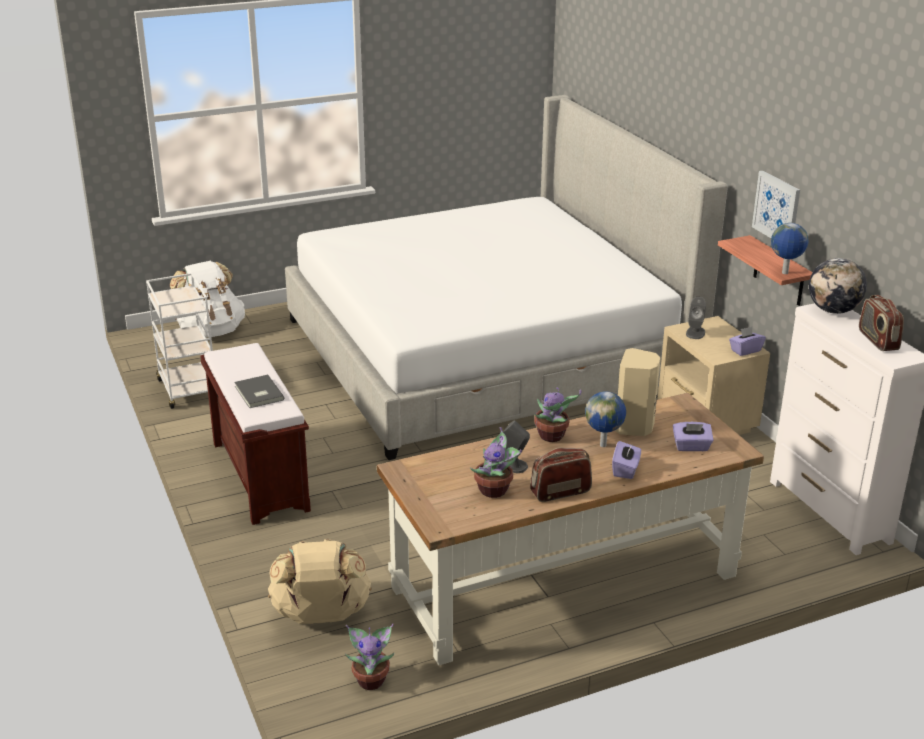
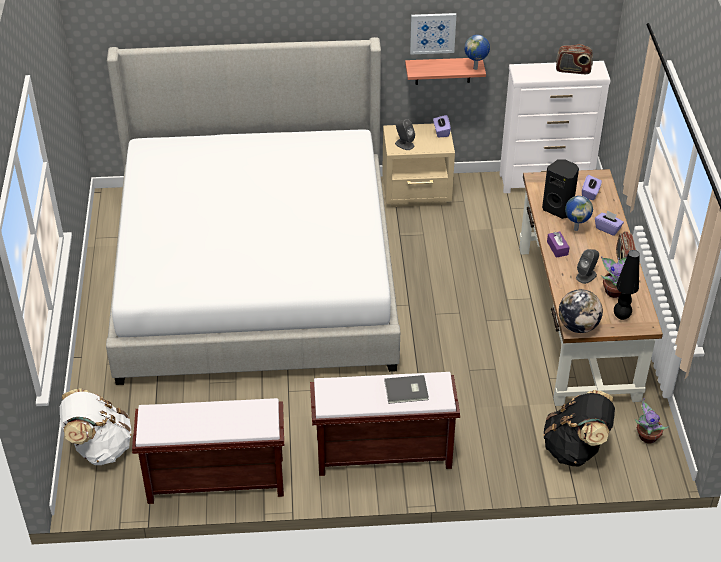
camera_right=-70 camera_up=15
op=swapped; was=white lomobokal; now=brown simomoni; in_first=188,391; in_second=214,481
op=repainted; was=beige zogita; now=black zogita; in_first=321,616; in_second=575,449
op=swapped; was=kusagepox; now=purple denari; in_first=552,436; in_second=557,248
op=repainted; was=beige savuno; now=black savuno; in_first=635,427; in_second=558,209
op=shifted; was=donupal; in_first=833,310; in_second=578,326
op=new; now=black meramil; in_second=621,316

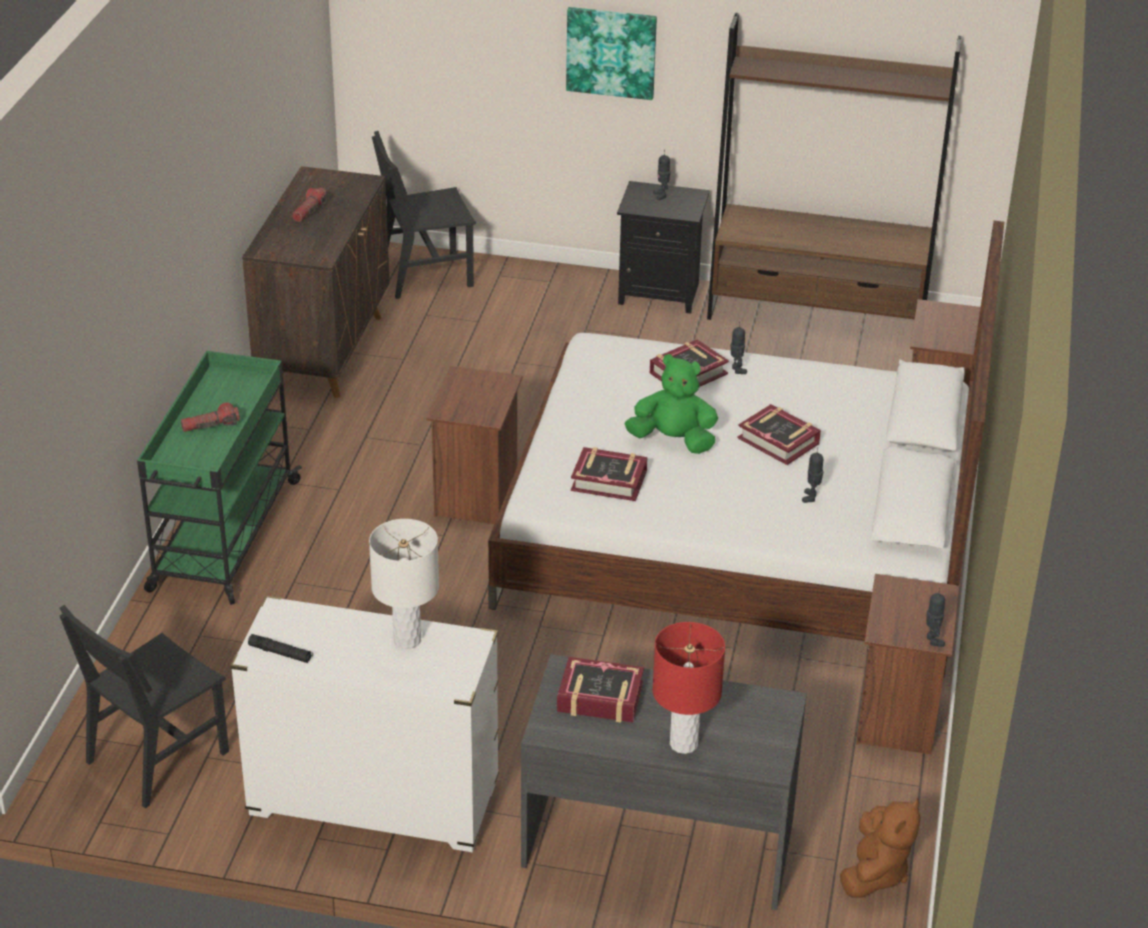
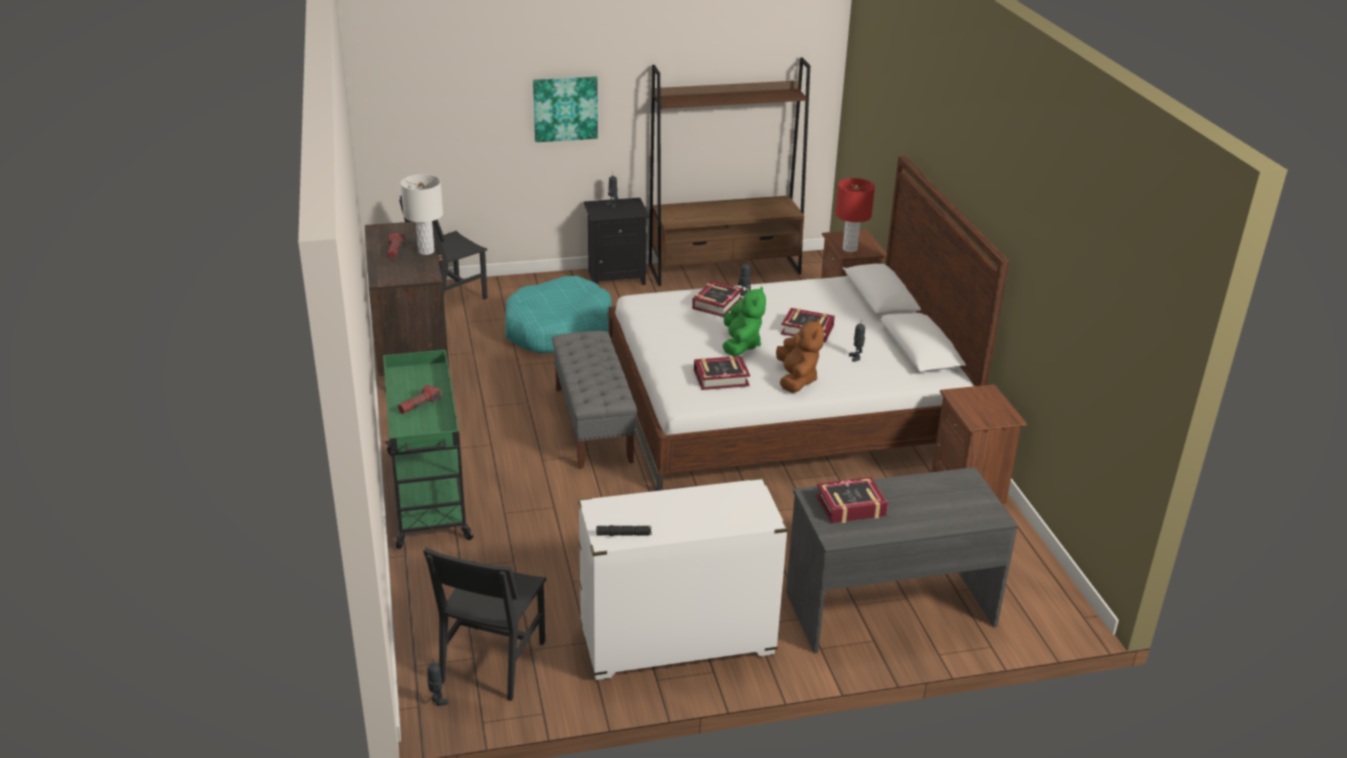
camera_right=-25 camera_up=-5
op=shifted; was=white meramil; in_first=407,640; in_second=426,251
op=swapped; was=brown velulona; now=grey simomoni; in_first=478,496; in_second=593,425
op=rotated; was=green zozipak; in_first=673,441; in_second=740,345; clockwise=105
op=shifted; was=red meramil; in_first=683,743; in_second=849,249
op=shifted; was=brown zozipak; in_first=875,873; in_second=796,380
op=shifted; was=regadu; in_first=932,640; in_second=437,701
op=new; now=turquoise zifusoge; in_second=557,330

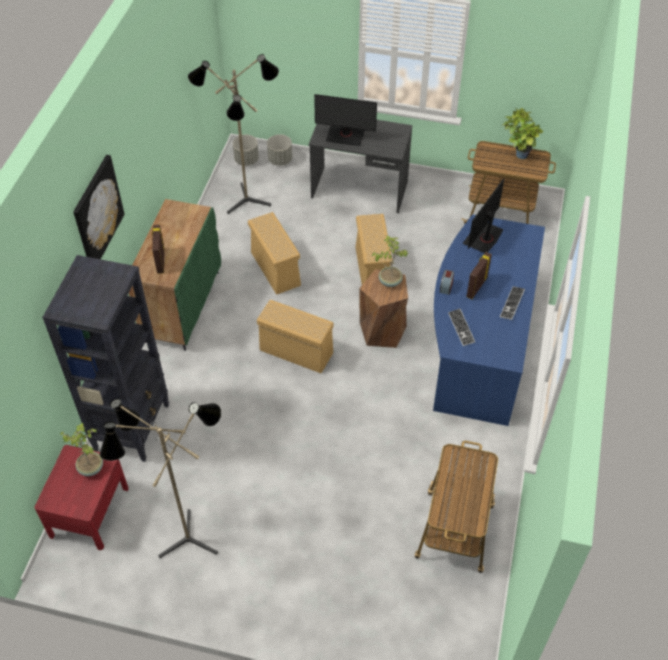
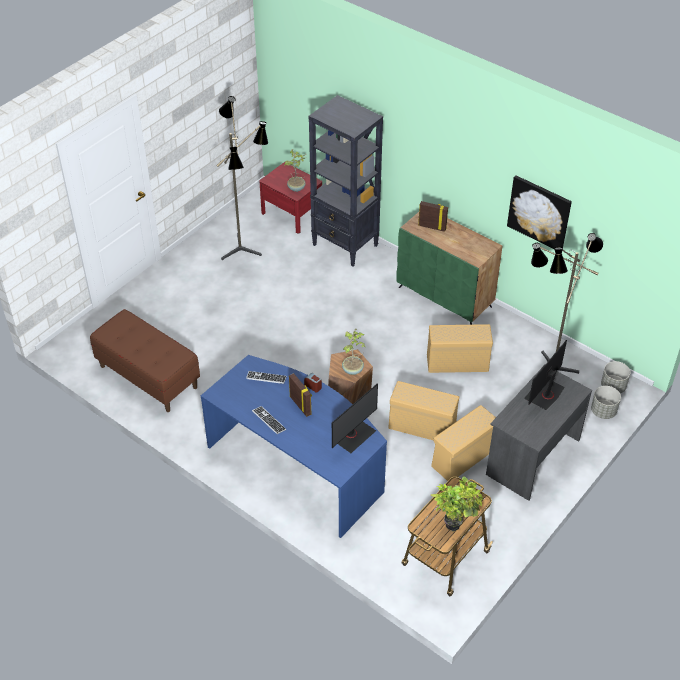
camera_right=115 camera_up=-5
op=shifted; was=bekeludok; in_first=97,212; in_second=539,212
op=shifted; was=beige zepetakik; in_first=295,351; in_second=464,457
op=swapped; was=lomobokal; now=brown simomoni; in_first=454,533; in_second=148,377
op=rotated; was=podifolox; in_first=483,237; in_second=353,435; clockwise=75

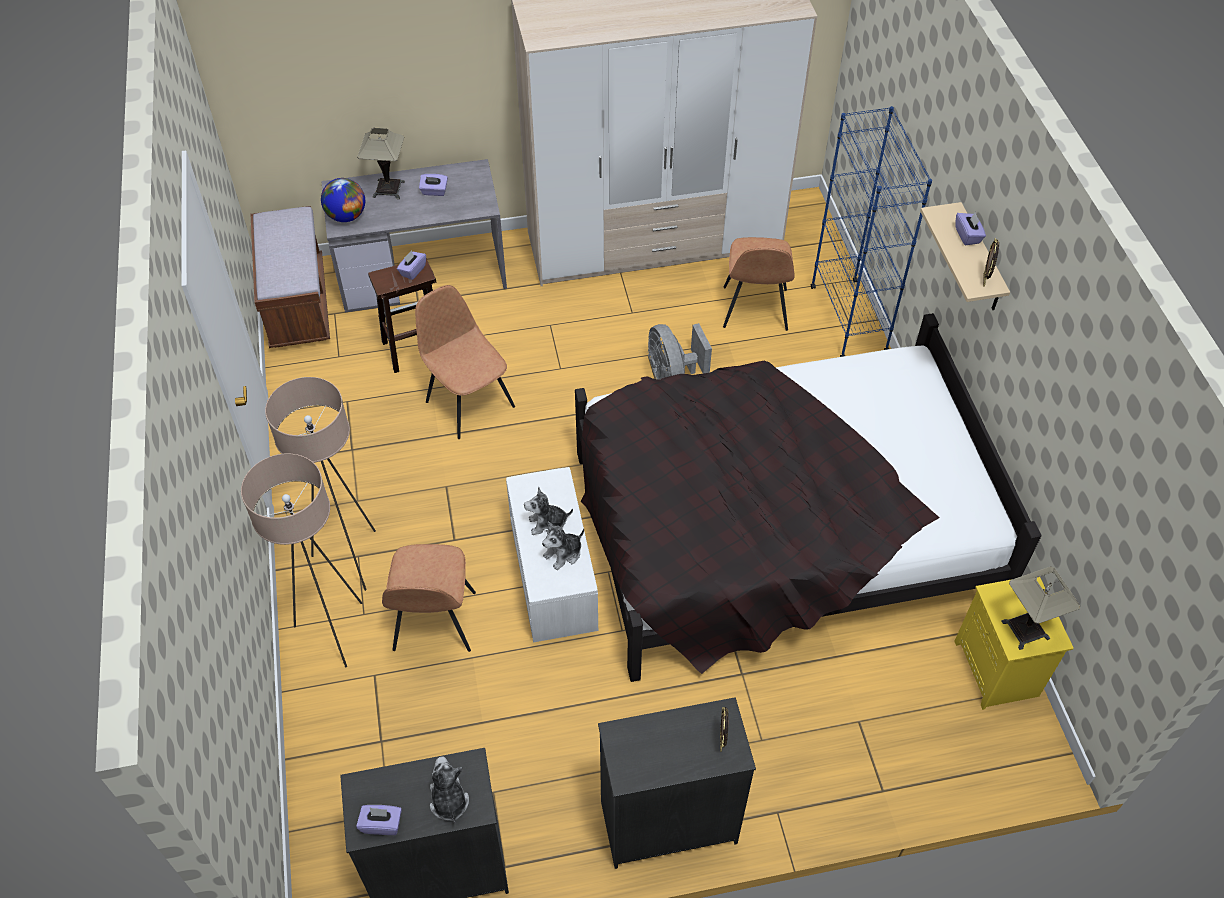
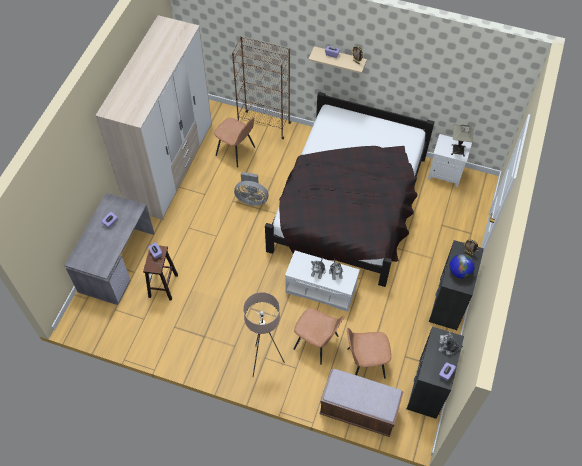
camera_right=-60 camera_up=5
op=gone; was=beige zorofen; in_first=334,632
op=shifted; was=brown simomoni; in_first=297,304; in_second=358,411
op=shifted; was=donupal; in_first=346,216; in_second=459,272
op=gone; was=meramil; in_first=388,189
op=shifted; was=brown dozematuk; in_first=469,402; in_second=364,363
op=repainted; was=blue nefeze; now=brown nefeze; in_first=848,318; in_second=264,124
op=repainted; was=yellow velulona; now=white velulona; in_first=998,670; in_second=445,174

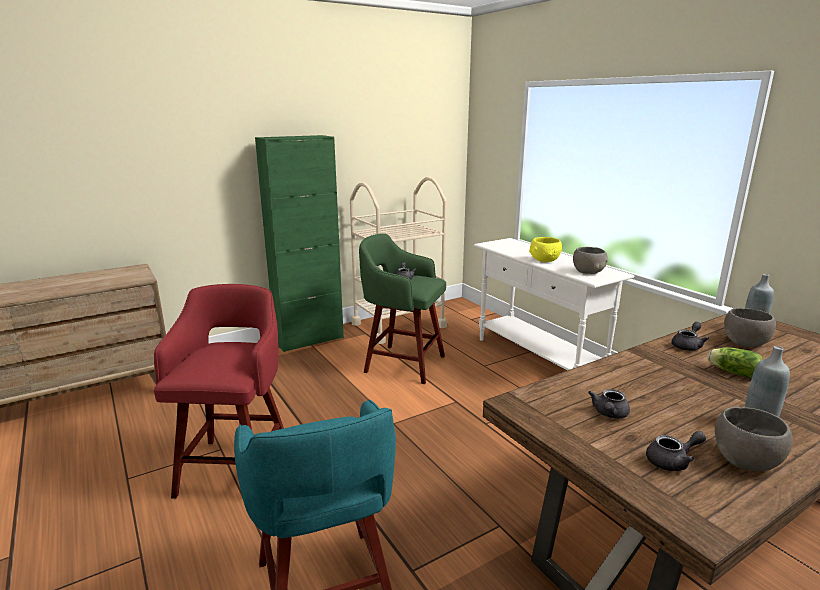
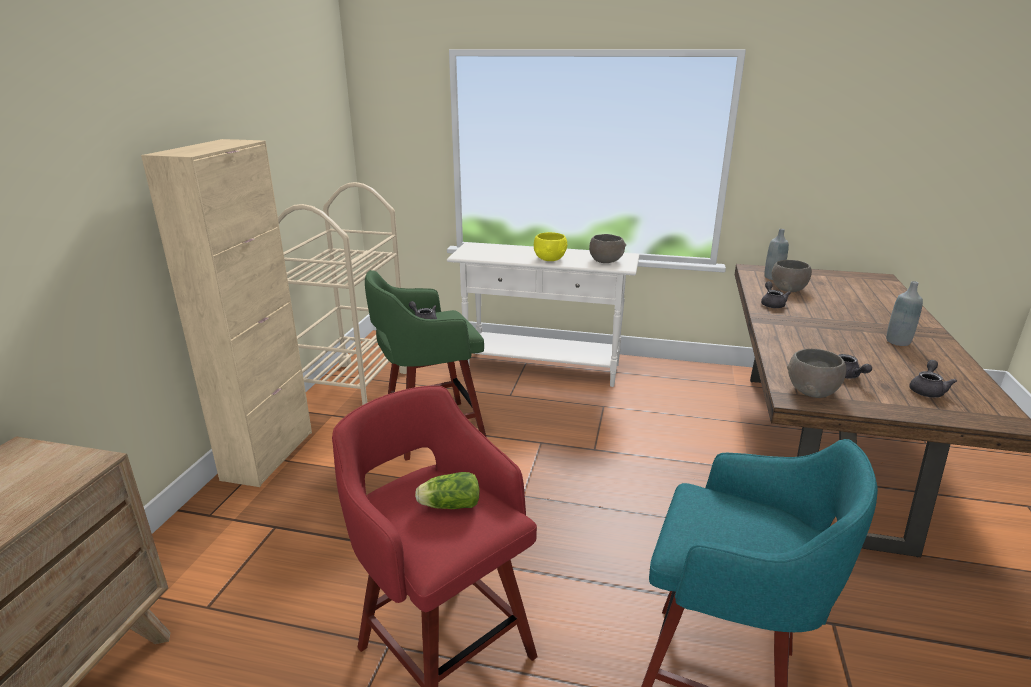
camera_right=-45 camera_up=5
op=repainted; was=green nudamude; now=beige nudamude; in_first=309,340; in_second=268,455
op=shifted; was=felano; in_first=731,372; in_second=448,505
op=shifted; was=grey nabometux; in_first=745,459; in_second=811,390

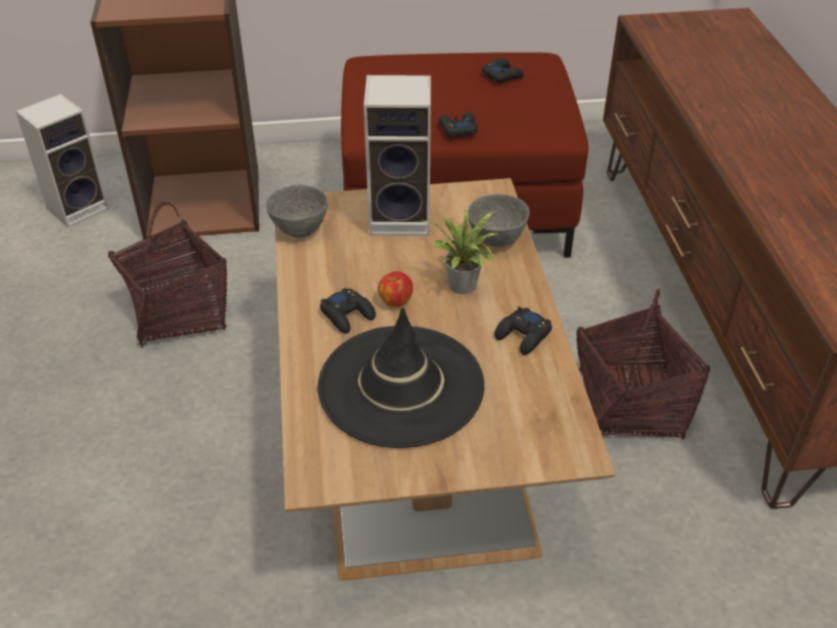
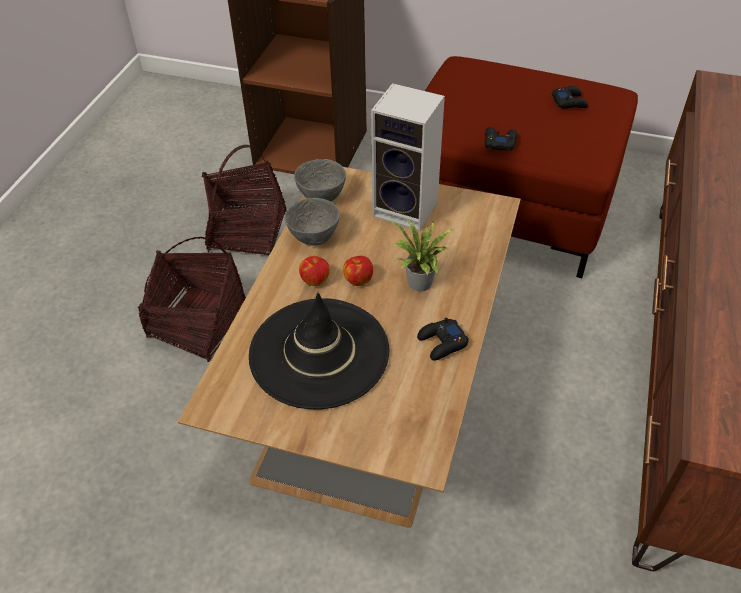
camera_right=25 camera_up=5
op=gone; was=savuno; in_first=79,207
op=swapped; was=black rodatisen; now=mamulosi; in_first=348,315; in_second=315,280
op=shifted; was=grey nabometux; in_first=497,241; in_second=314,239
op=shifted; was=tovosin; in_first=629,405; in_second=197,324

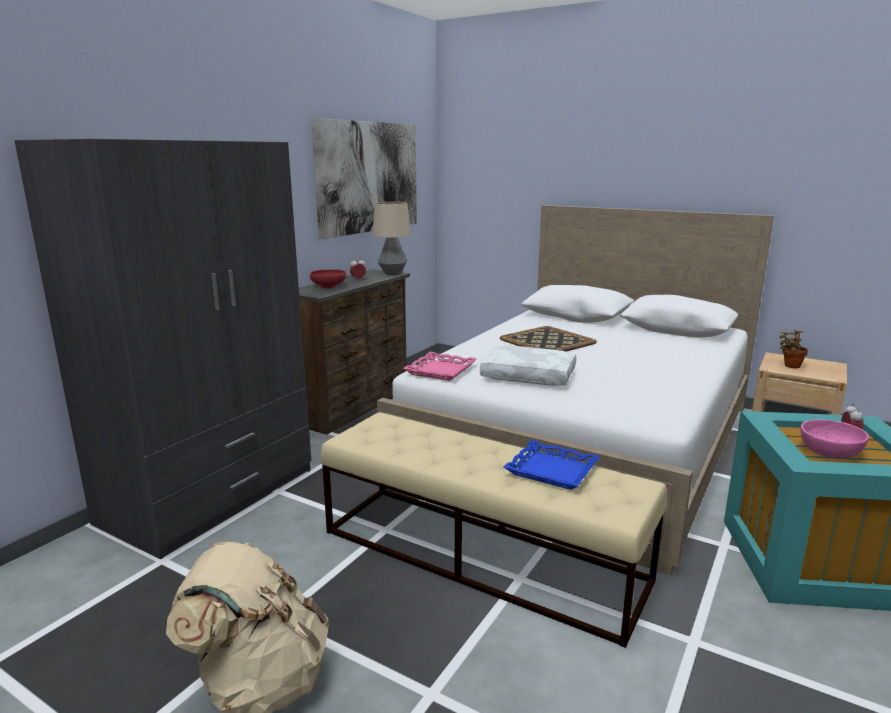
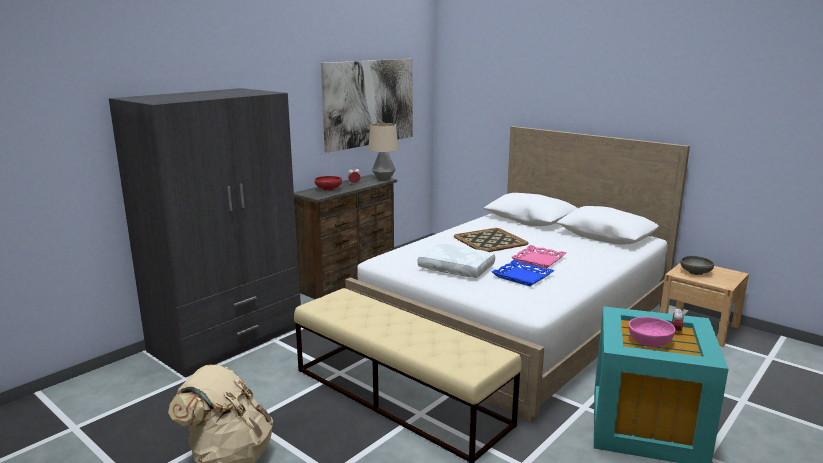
camera_right=10 camera_up=0
op=shifted; was=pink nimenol; in_first=440,370; in_second=538,260
op=shifted; was=blue nimenol; in_first=551,471; in_second=522,277
op=swapped; was=kusagepox; now=grey nabometux; in_first=790,366; in_second=695,272

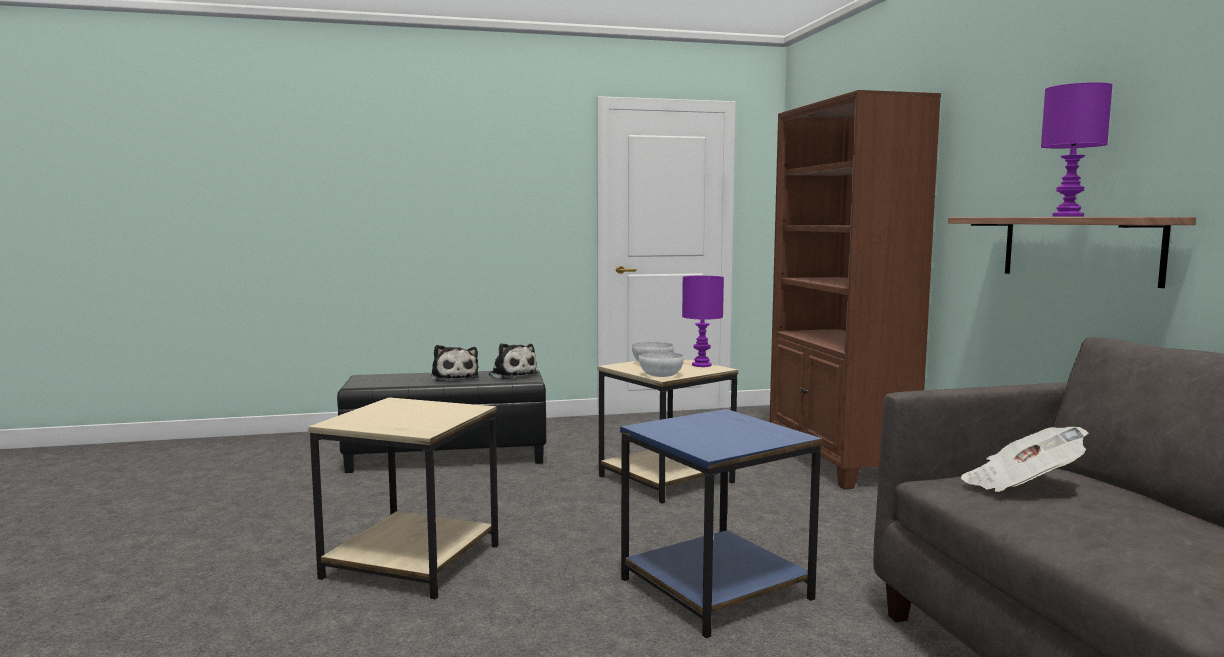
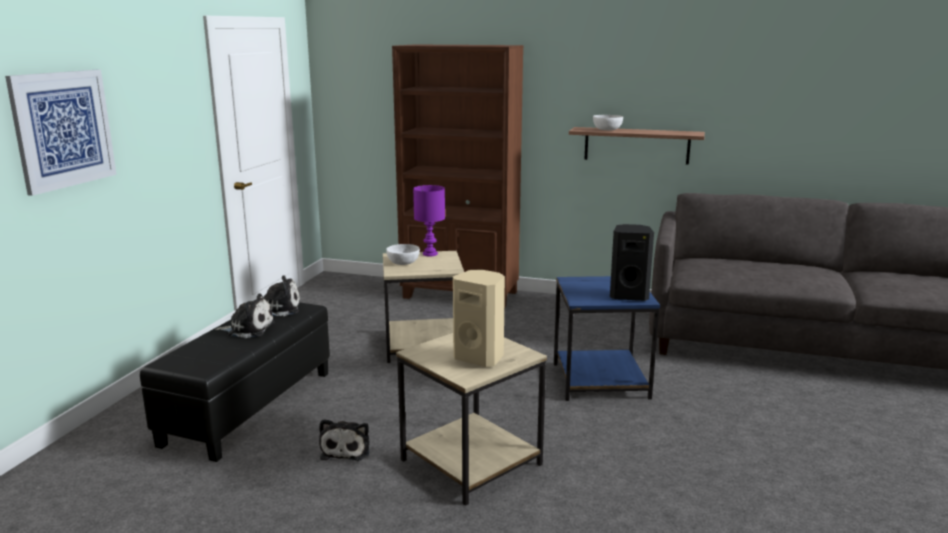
camera_right=-60 camera_up=10
op=shifted; was=white nabometux; in_first=660,375; in_second=607,130
op=gone; was=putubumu; in_first=1020,486
op=gone; was=purple meramil; in_first=1067,216
op=new; now=bekeludok; in_second=63,129
op=new; now=zozipak; in_second=346,449
op=new; now=beige savuno; in_second=480,358
op=new; now=black savuno; in_second=629,296

